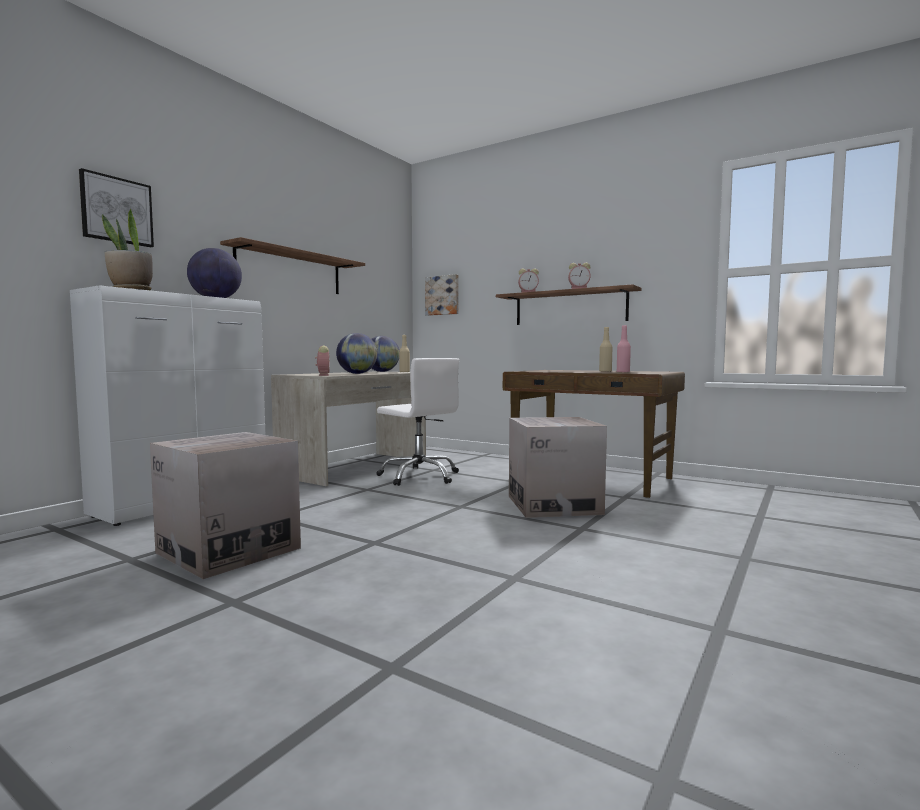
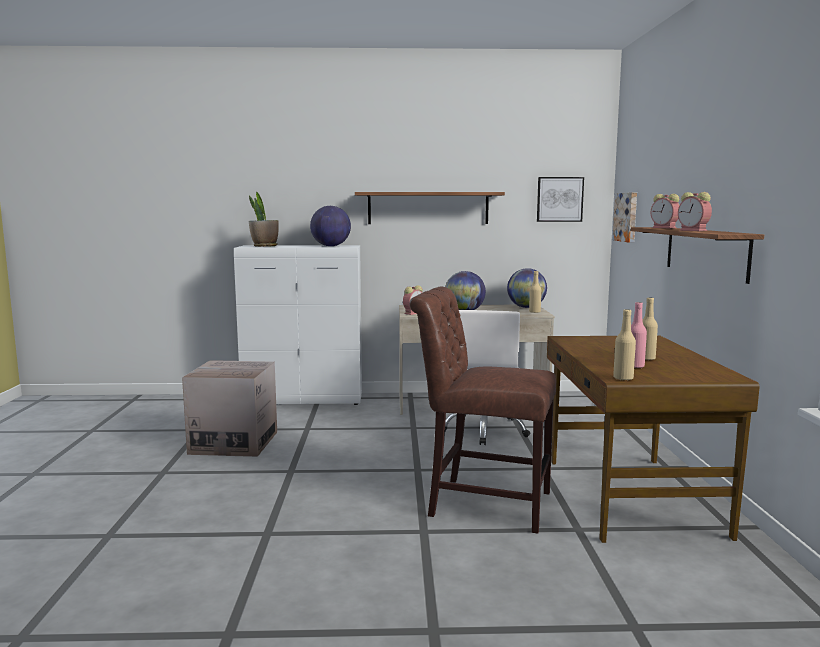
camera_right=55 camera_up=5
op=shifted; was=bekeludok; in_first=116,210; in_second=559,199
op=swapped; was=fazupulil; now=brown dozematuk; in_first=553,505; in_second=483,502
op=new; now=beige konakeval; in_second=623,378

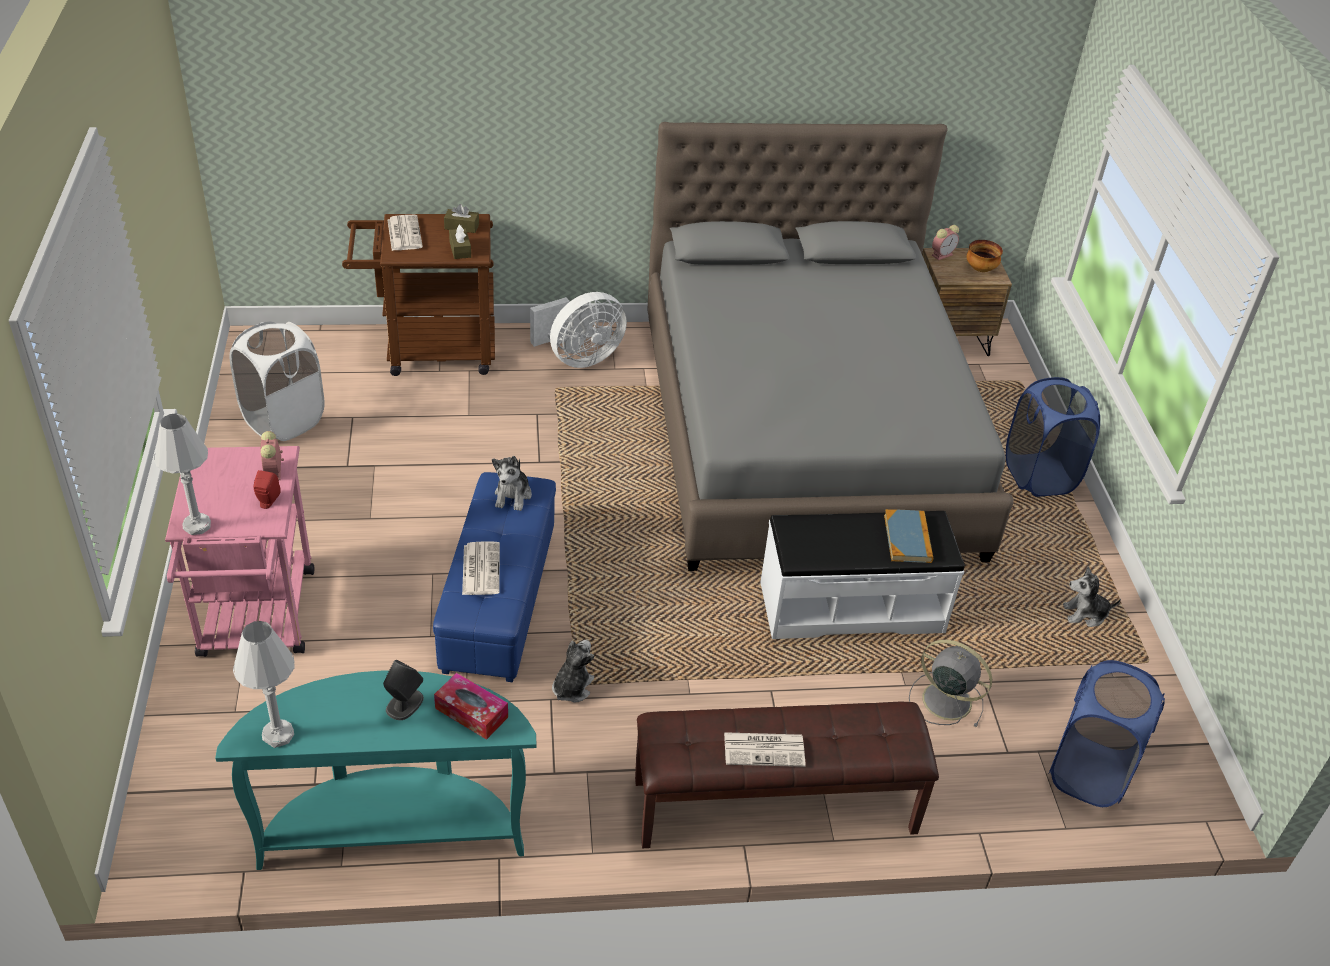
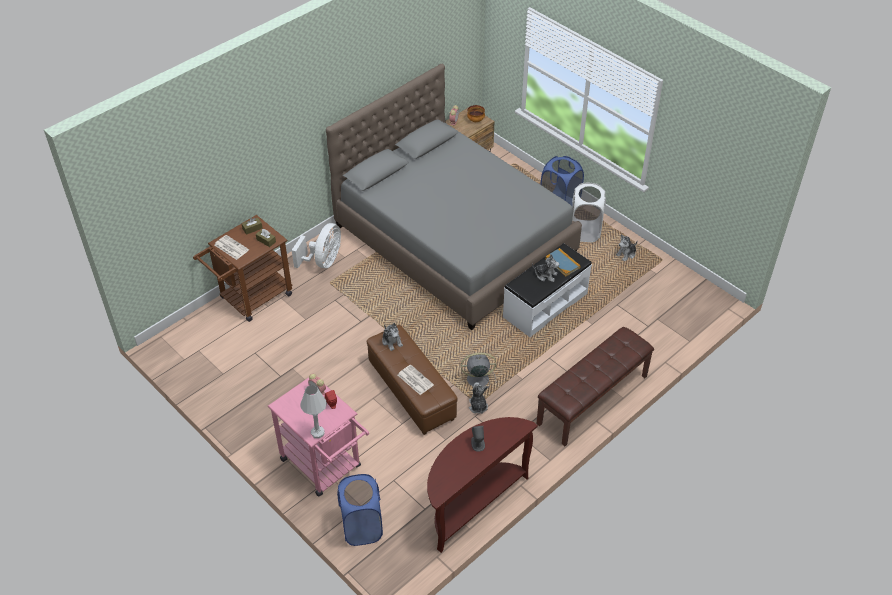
camera_right=-35 camera_up=5
op=repainted; was=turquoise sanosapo; now=brown sanosapo; in_first=394,829; in_second=473,503
op=shifted; was=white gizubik; in_first=284,420; in_second=584,231
op=gone; was=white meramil; in_first=278,735
op=repainted; was=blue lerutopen; now=brown lerutopen; in_first=498,598; in_second=410,391
op=gone; was=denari; in_first=471,712
op=gone; was=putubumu; in_first=765,749
op=shifted; was=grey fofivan; in_first=944,699; in_second=476,379
op=shifted; was=blue gizubik; in_first=1088,772; in_second=362,527
op=new; now=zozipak; in_second=545,275

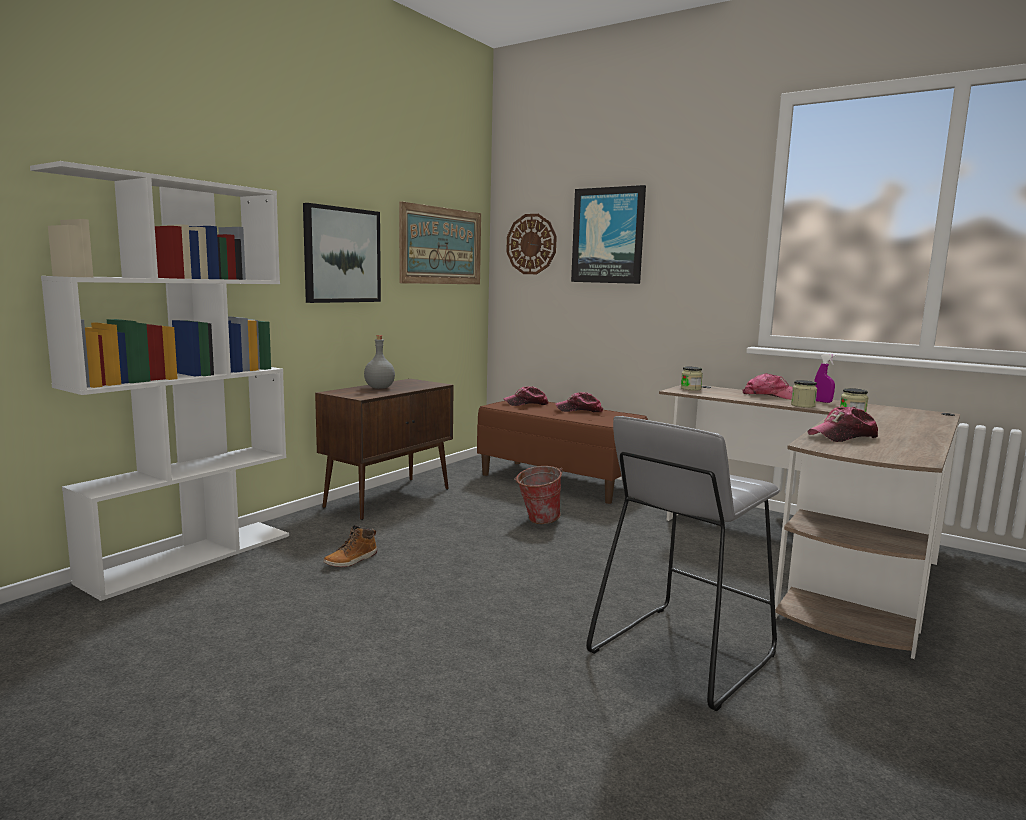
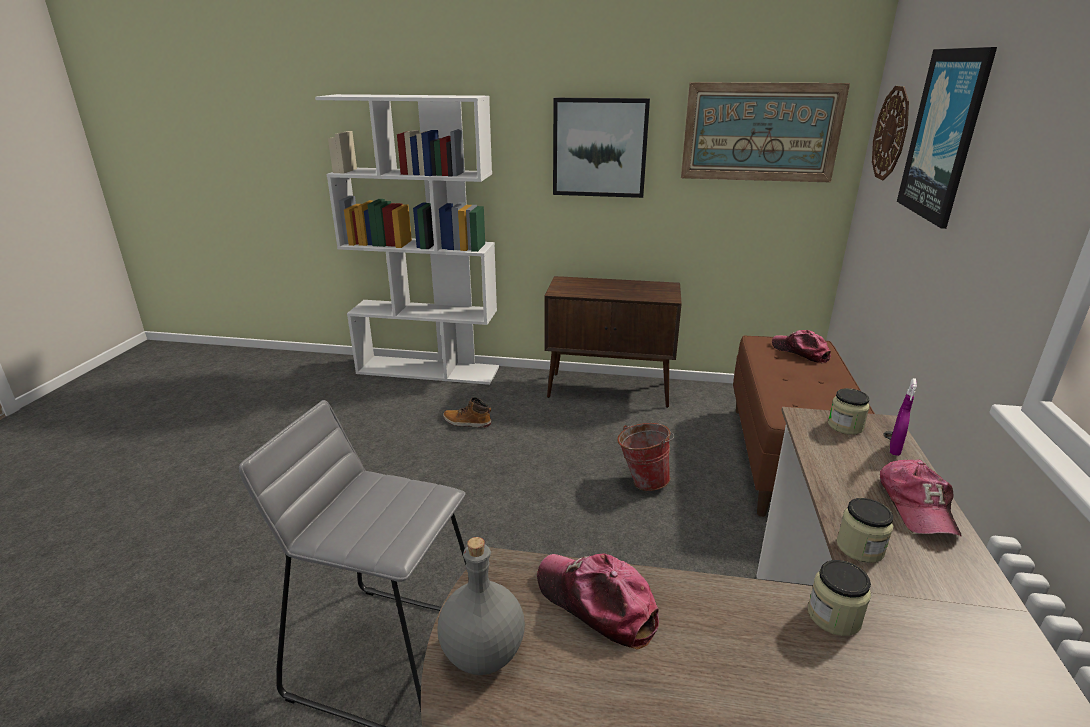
camera_right=65 camera_up=15
op=shifted; was=grey konakeval; in_first=379,388; in_second=481,654
op=gone; was=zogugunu; in_first=579,410
op=shifted; was=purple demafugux; in_first=822,401; in_second=894,449

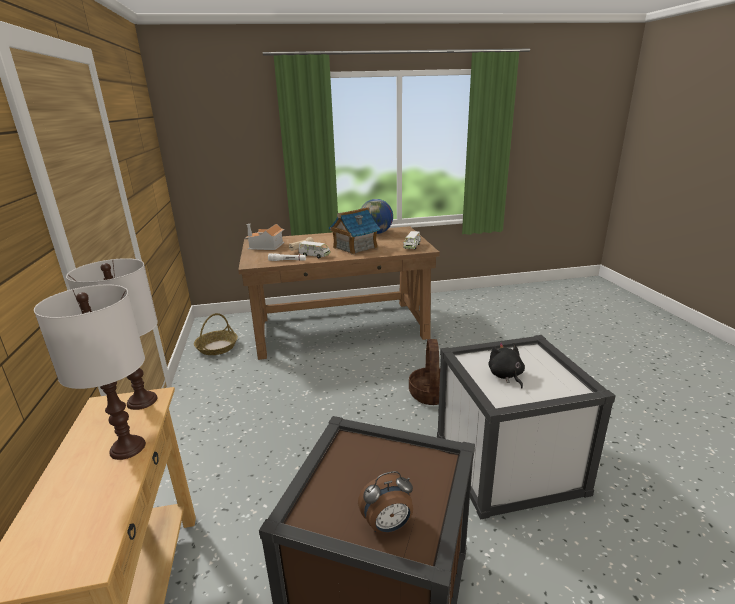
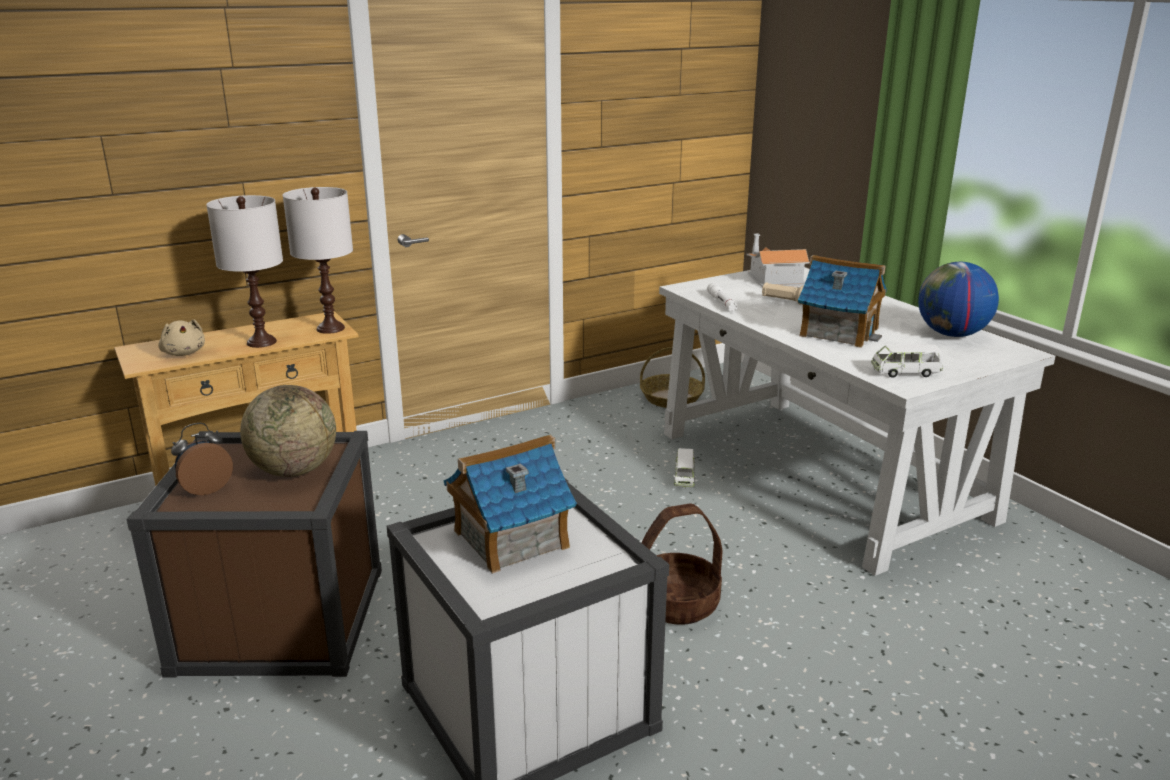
camera_right=70 camera_up=0
op=repainted; was=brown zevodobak; now=white zevodobak; in_first=340,328; in_second=820,474
op=shifted; was=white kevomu; in_first=314,255; in_second=684,478
op=rotated; was=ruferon; in_first=388,526; in_second=205,488; clockwise=90
op=swapped; was=black zozipak; now=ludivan; in_first=506,376; in_second=510,539
op=new; now=beige zozipak; in_second=184,353
op=new; now=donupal; in_second=294,470

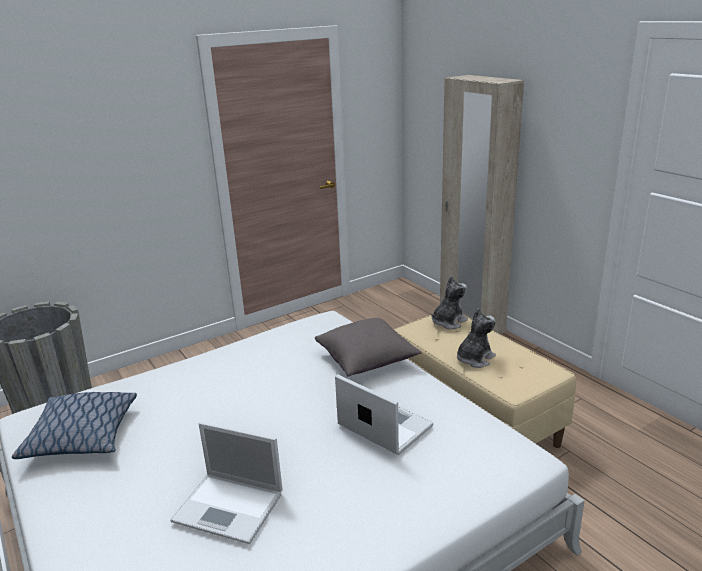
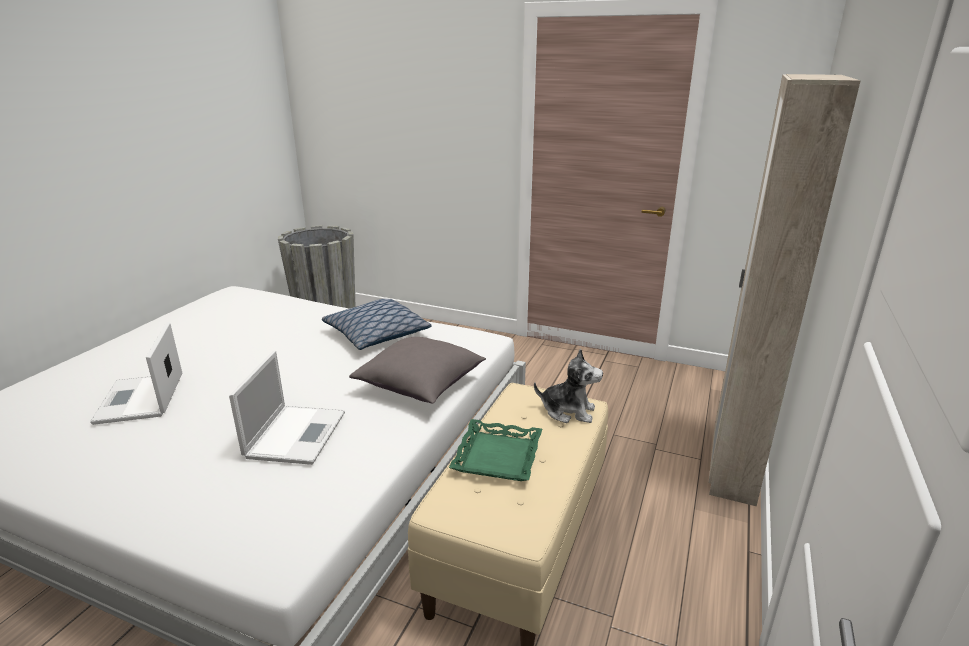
camera_right=55 camera_up=0
op=shifted; was=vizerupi; in_first=83,436; in_second=377,335
op=swapped; was=zozipak; now=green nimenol; in_first=474,359; in_second=497,456

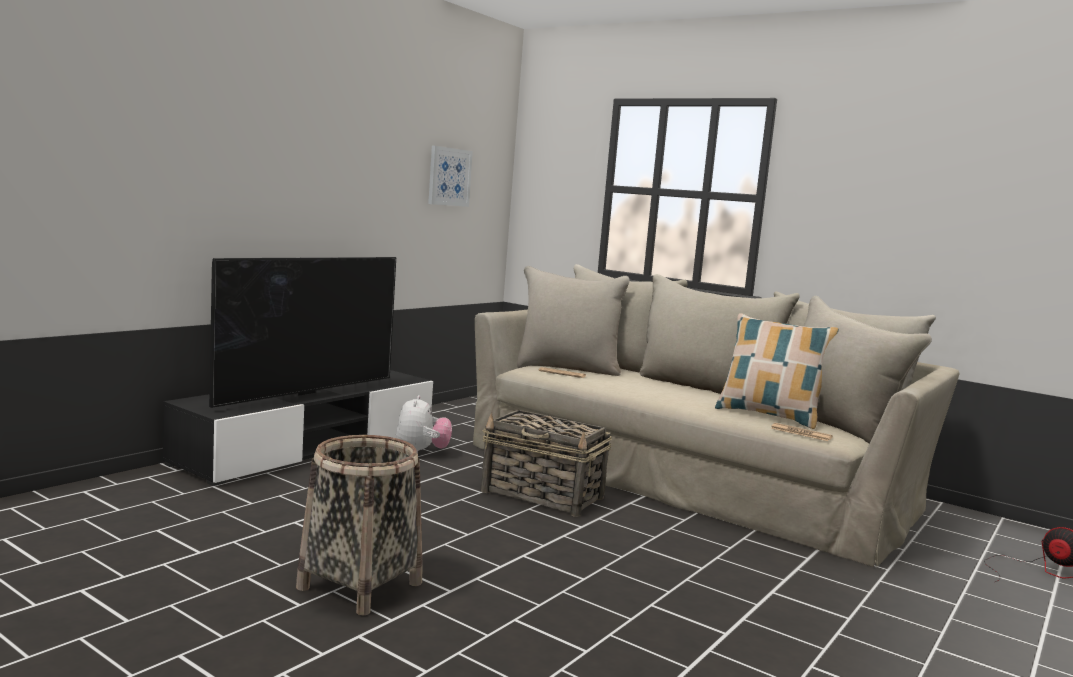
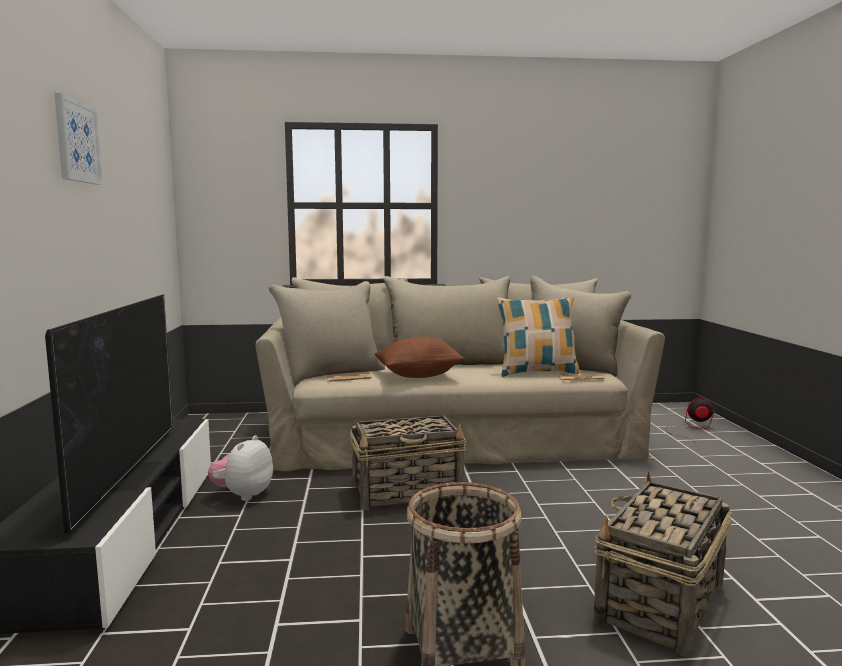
camera_right=-40 camera_up=0
op=rotated; was=zozipak; in_first=421,452; in_second=243,495; clockwise=-120
op=shifted; was=bekeludok; in_first=449,177; in_second=77,142
op=new; now=brown vizerupi; in_second=418,376
op=new; now=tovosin; in_second=659,604

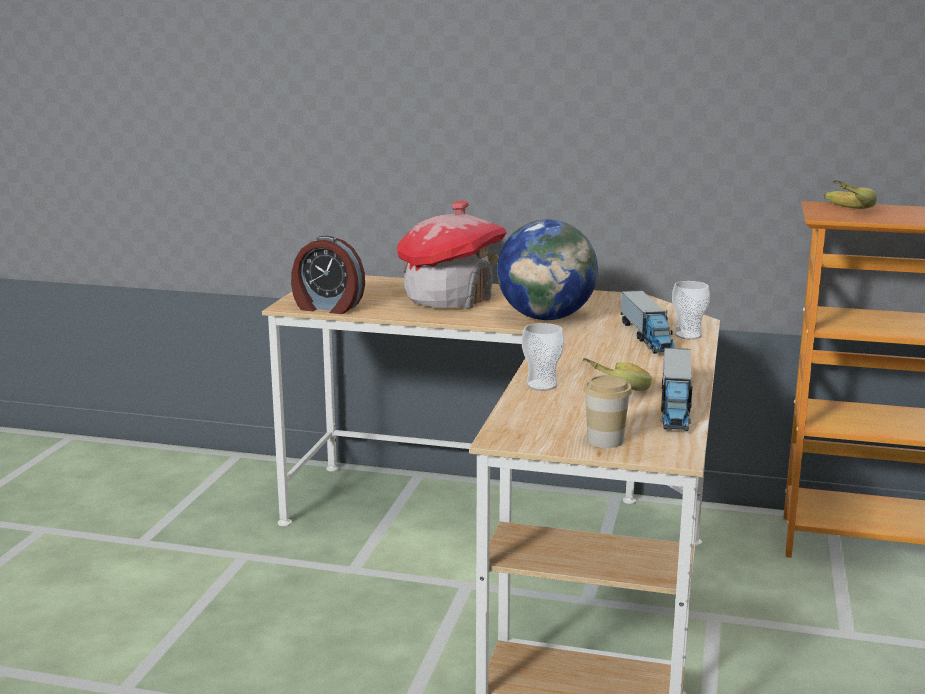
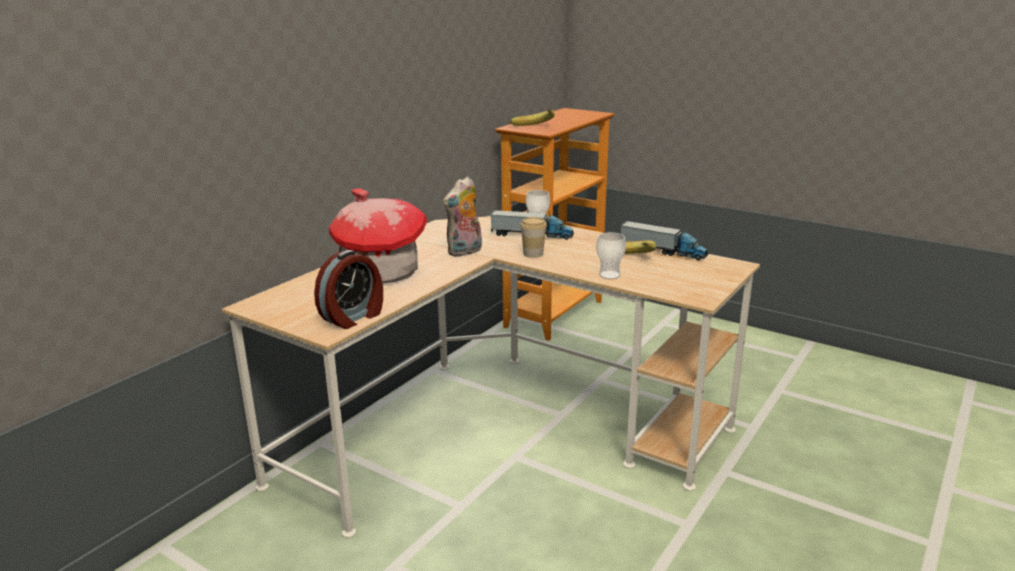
camera_right=-70 camera_up=5
op=swapped; was=donupal; now=zozipak; in_first=546,318; in_second=465,252
op=shifted; was=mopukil; in_first=605,441; in_second=533,254

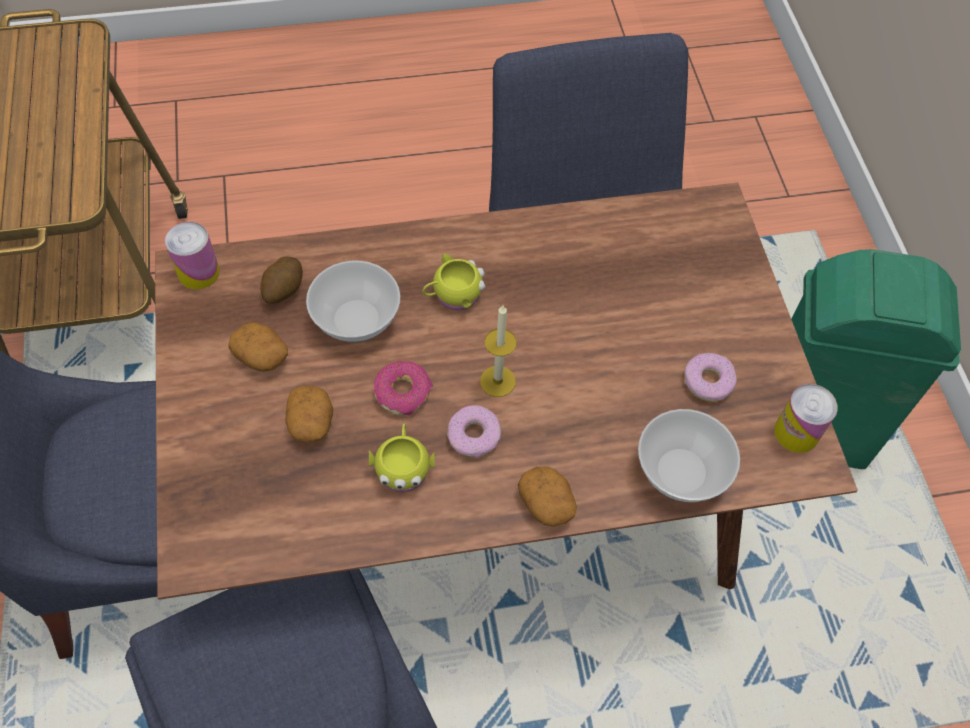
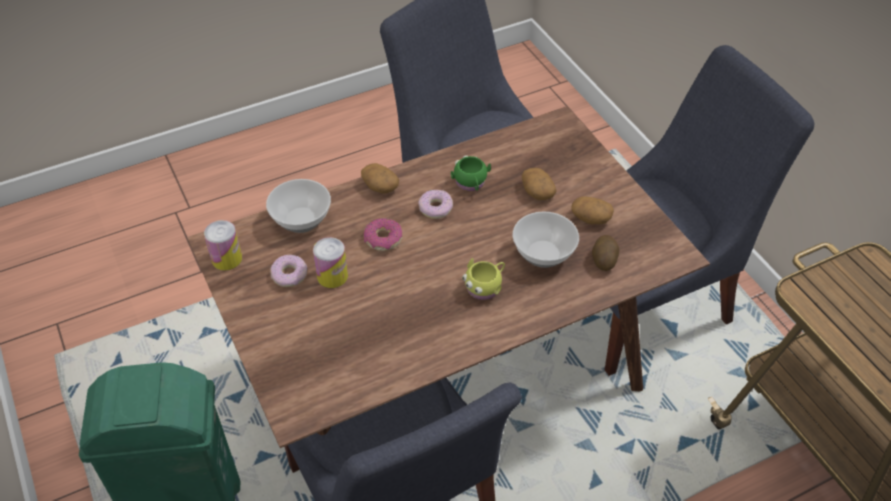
camera_right=165 camera_up=-10
op=shifted; was=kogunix; in_first=198,272; in_second=332,276
op=repainted; was=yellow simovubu; now=green simovubu; in_first=403,467; in_second=471,183
op=shifted; was=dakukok; in_first=403,392; in_second=383,239
op=gone; was=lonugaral; in_first=497,381

